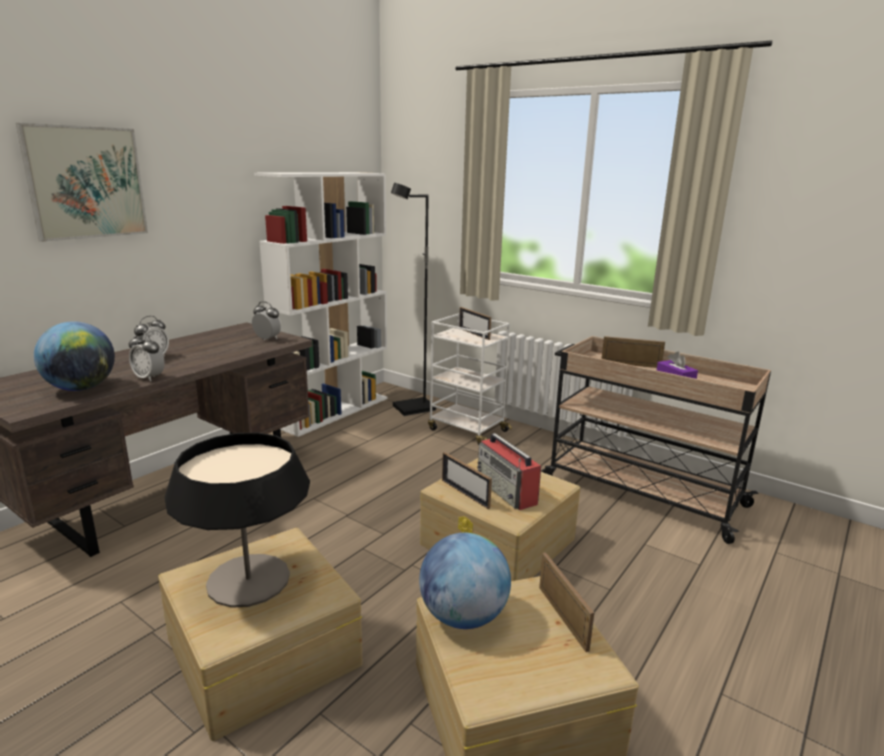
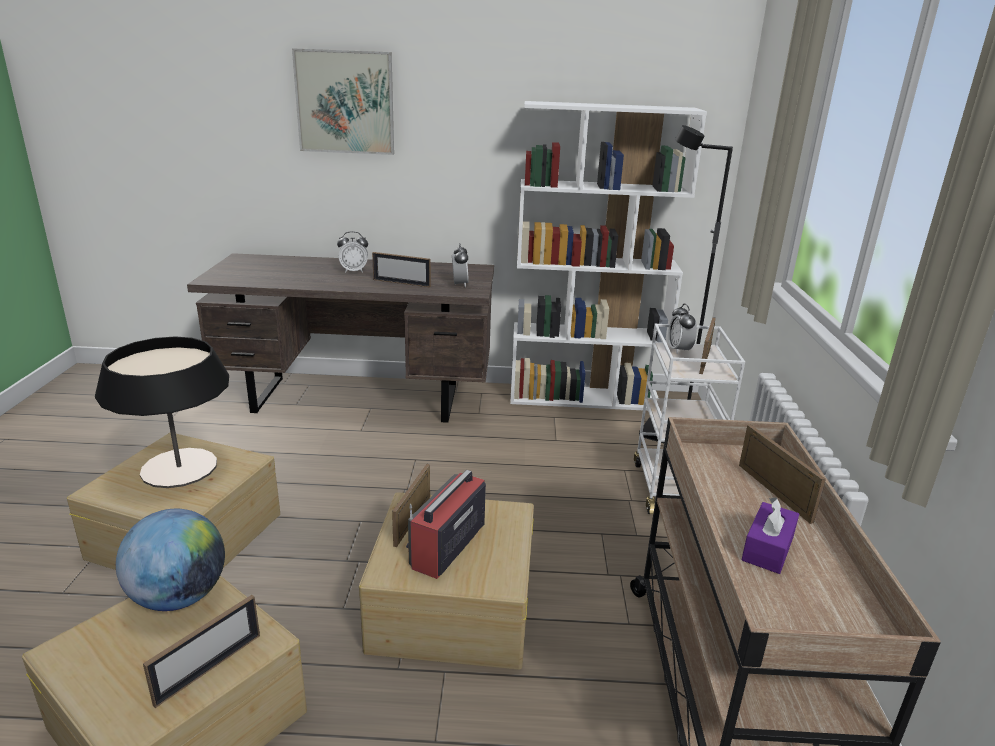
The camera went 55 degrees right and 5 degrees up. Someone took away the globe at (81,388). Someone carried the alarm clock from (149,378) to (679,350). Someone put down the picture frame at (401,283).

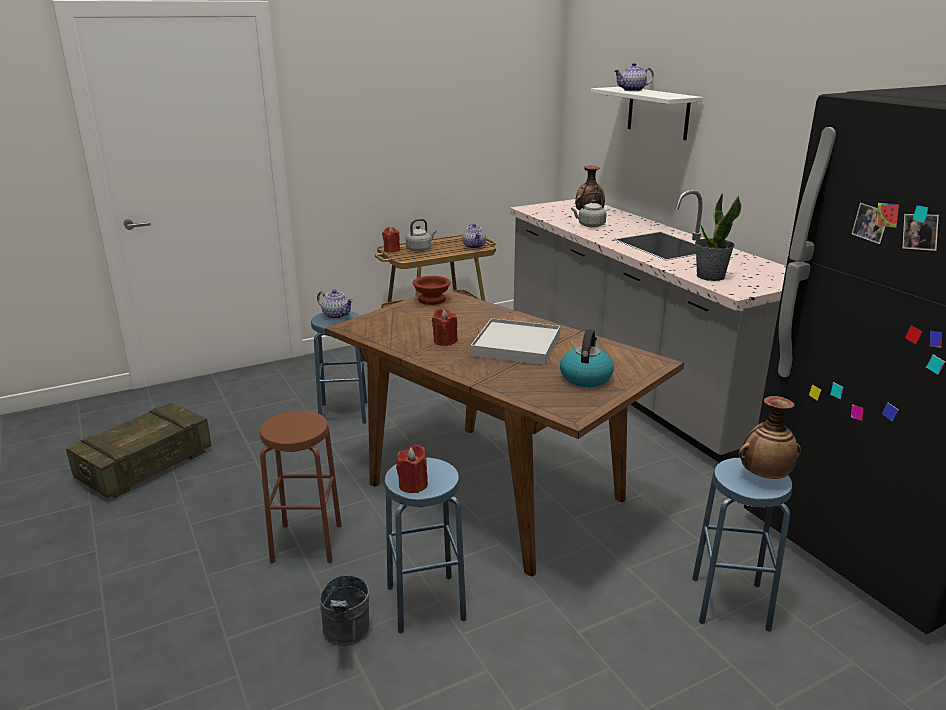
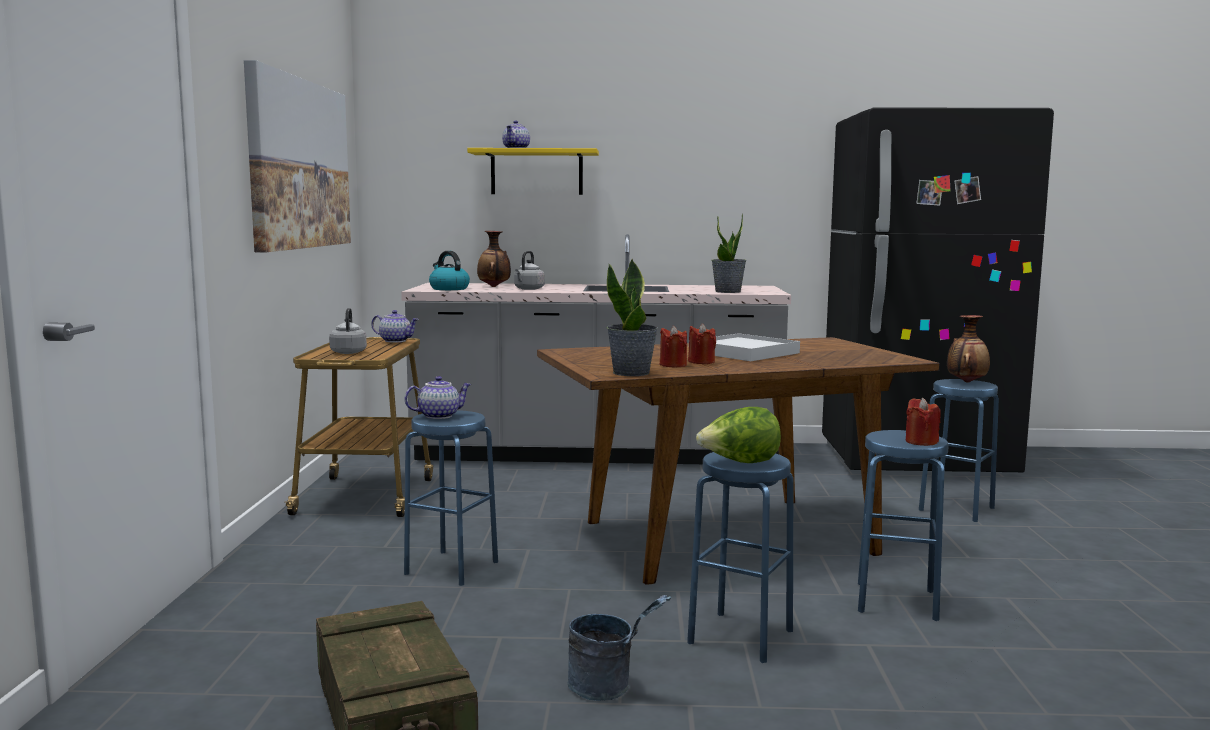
The camera went 60 degrees left and 15 degrees down. Someone repainted the brown stool at (306,543), which became the blue stool at (740,636). Someone carried the grey bucket from (346,635) to (610,688). Someone carried the red candle from (391,250) to (673,365). Someone took away the brown bowl at (432,299). Someone carried the kettle from (585,377) to (448,289). Someone repainted the white shelf at (658,113), which became the yellow shelf at (536,172). Someone put up the picture at (299,164). Someone put down the potted plant at (632,373). Someone put down the lettuce at (740,463).

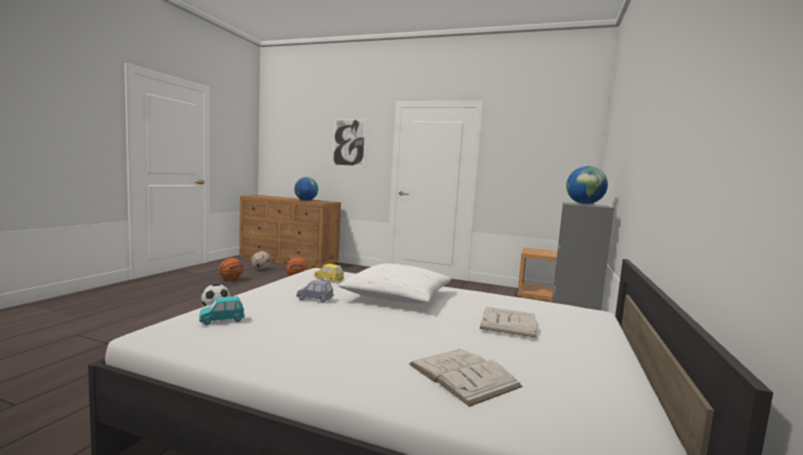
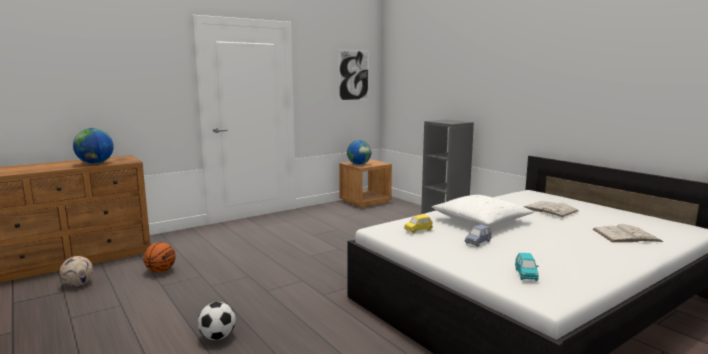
The camera went 55 degrees left and 5 degrees up. Someone took away the basketball at (231,279). Someone carried the picture from (348,142) to (353,75). Someone carried the globe from (584,204) to (359,164).

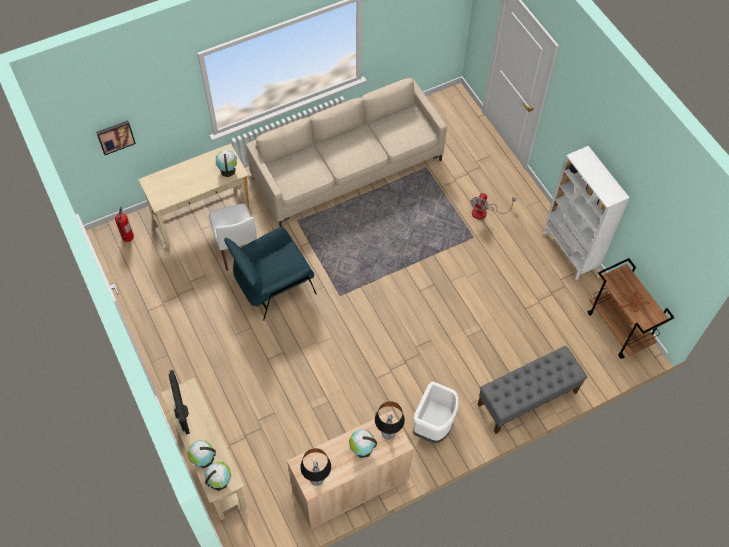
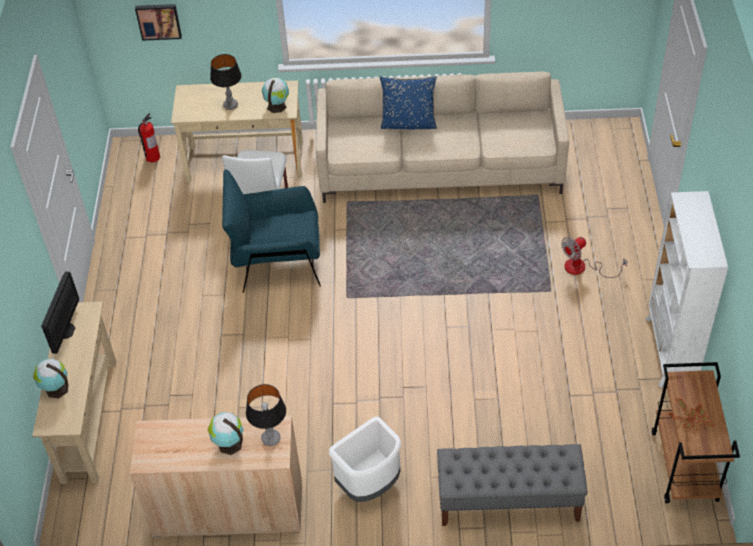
The camera went 30 degrees right and 10 degrees down. Someone took away the globe at (220,480). Someone carried the table lamp from (317,478) to (231,105). Someone put down the blue pillow at (408,123).

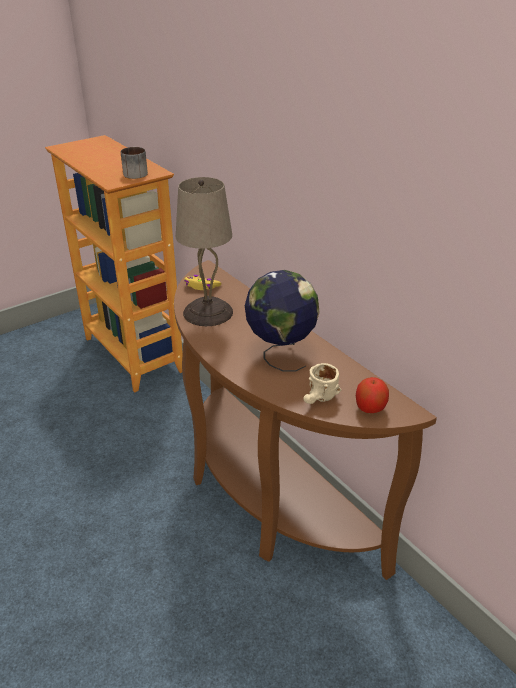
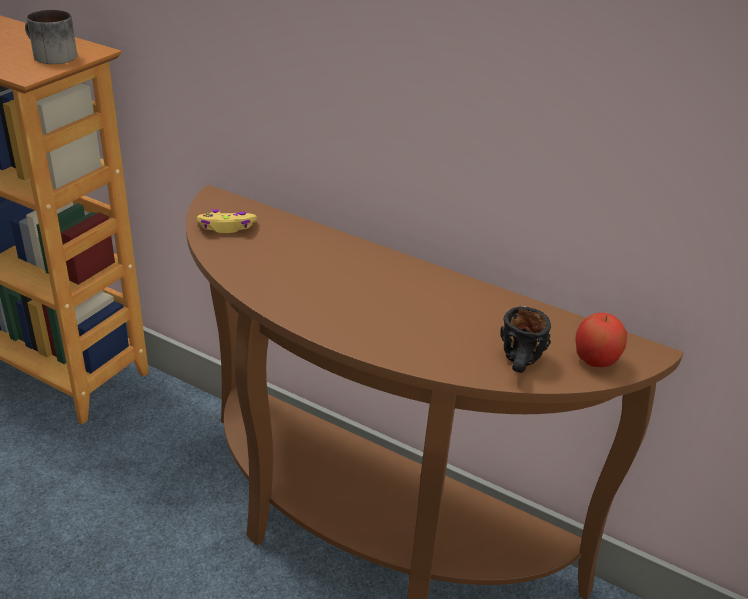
The camera went 25 degrees left and 0 degrees up. Someone took away the beige table lamp at (207,312). Someone took away the globe at (280,354). Someone repainted the beige mug at (319,400), which became the black mug at (522,364).

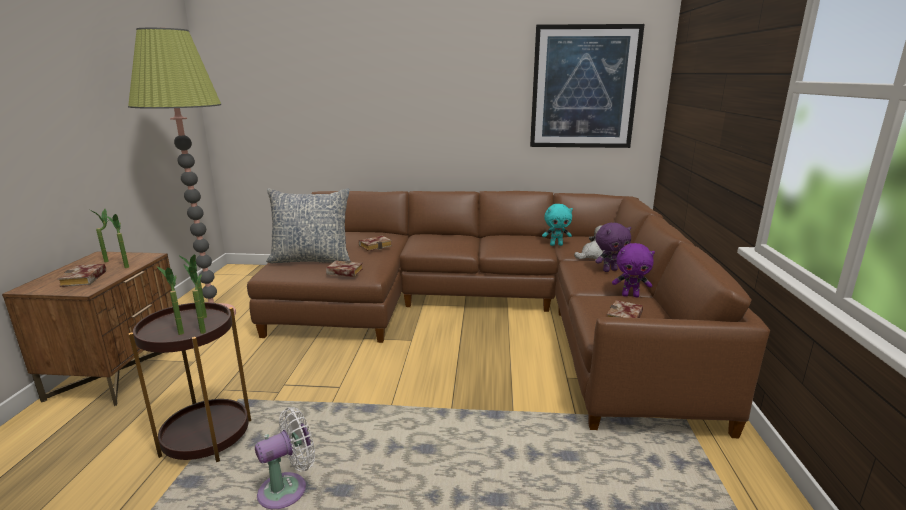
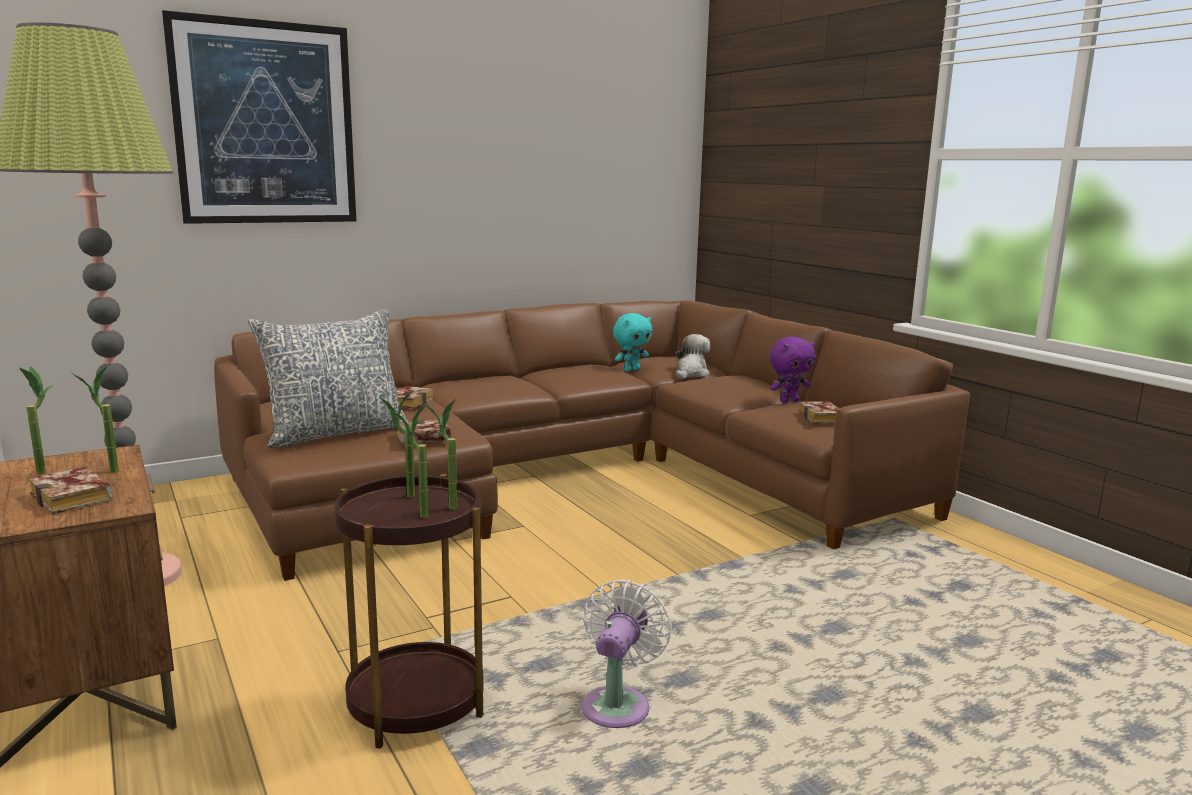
The camera went 35 degrees left and 5 degrees down. Someone carried the picture from (584,88) to (265,124). Someone took away the purple plush toy at (609,270).

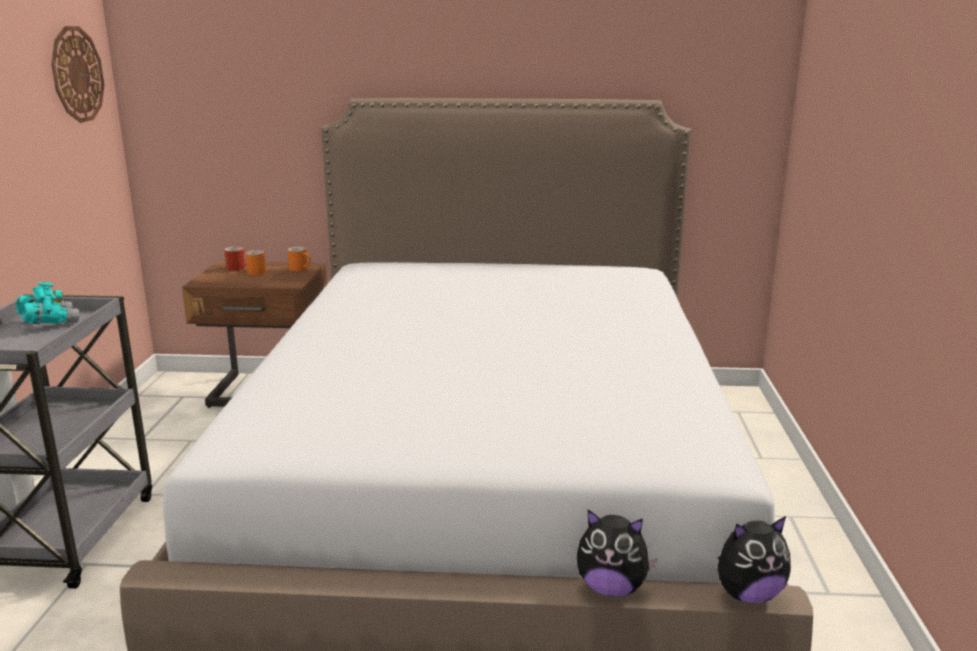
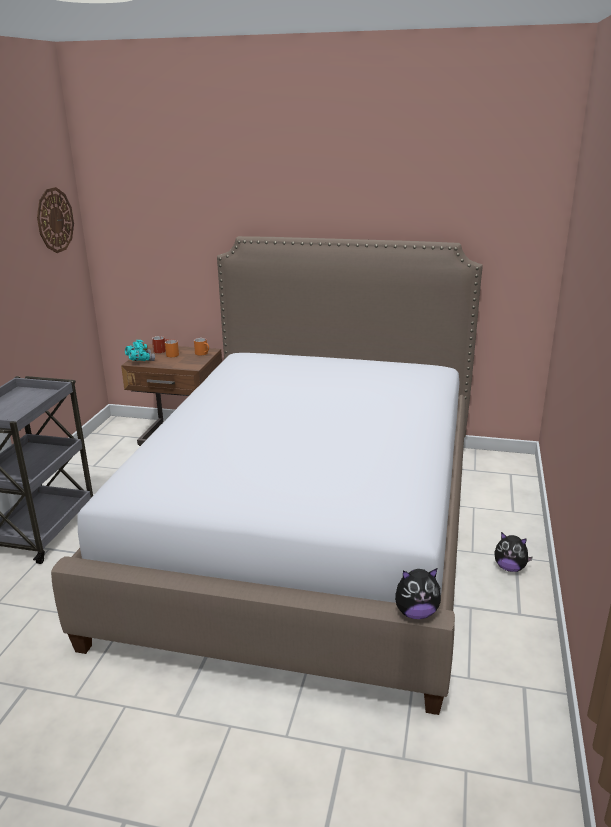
The camera went 10 degrees right and 5 degrees up. Someone carried the turquoise binoculars from (49,323) to (140,360). Someone carried the plush toy from (611,588) to (510,568).

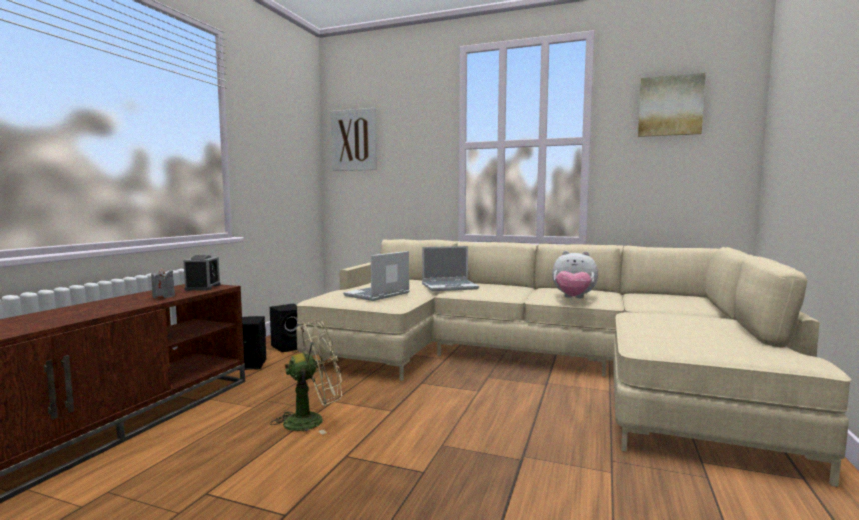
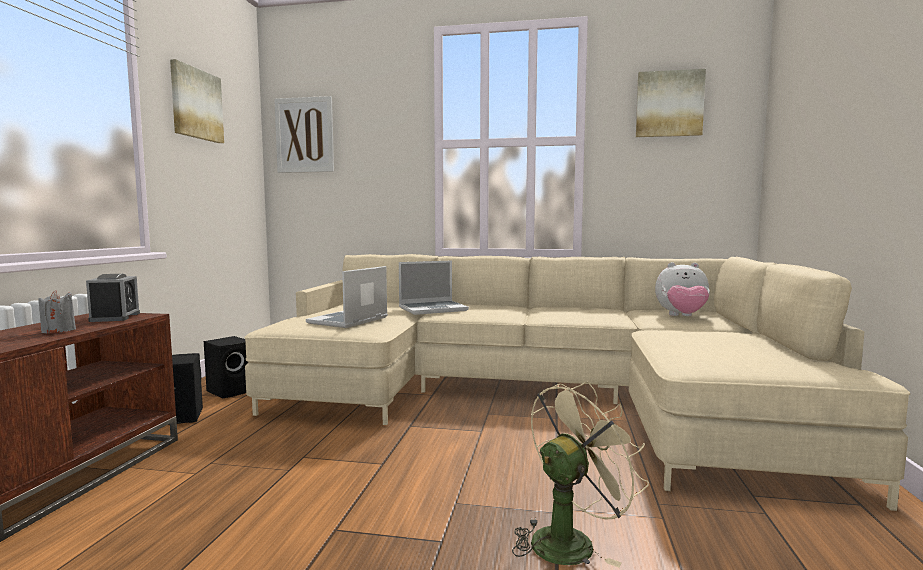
The camera went 10 degrees left and 0 degrees up. Someone carried the beige fan from (312,420) to (570,540). Someone carried the plush toy from (573,298) to (682,316). Someone put up the picture at (196,104).

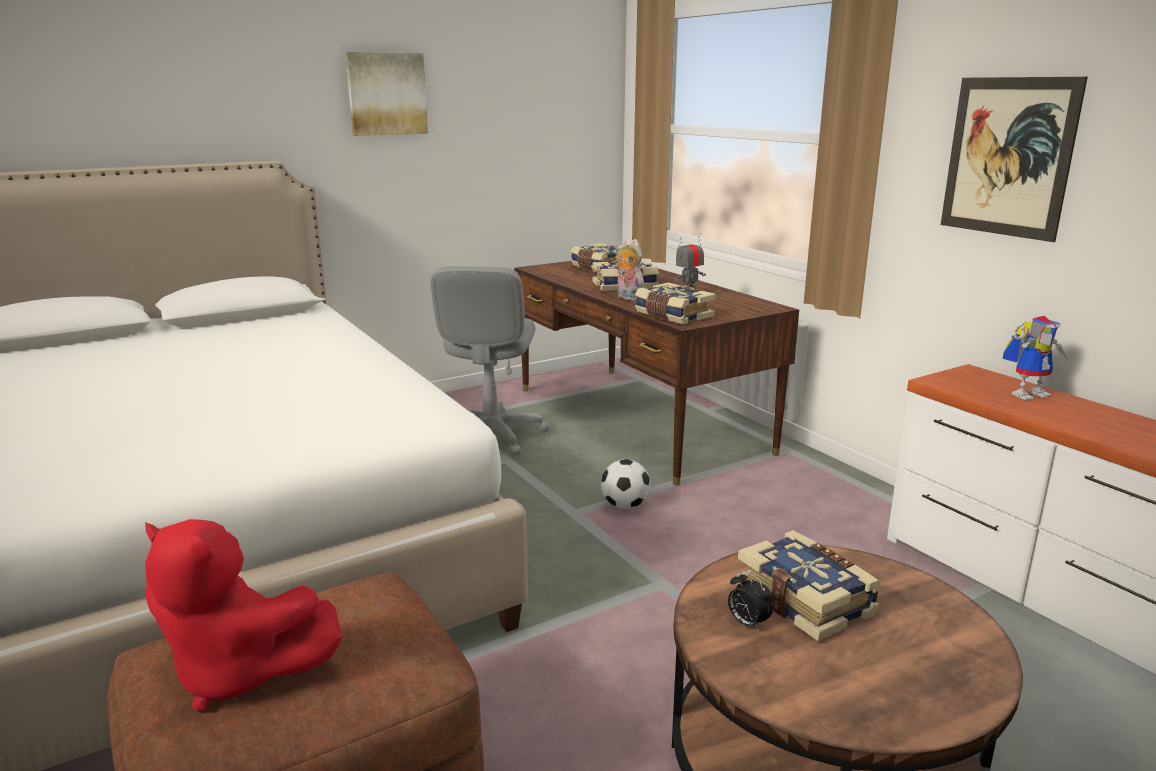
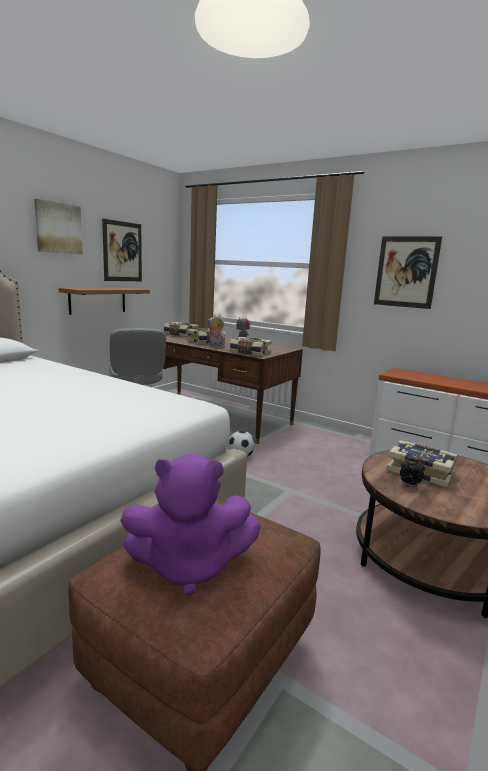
The camera went 25 degrees left and 5 degrees down. Someone repainted the red plush toy at (239,673), which became the purple plush toy at (189,566). Someone took away the toy robot at (1028,393). Someone put up the shelf at (98,300). Someone put up the picture at (122,251).

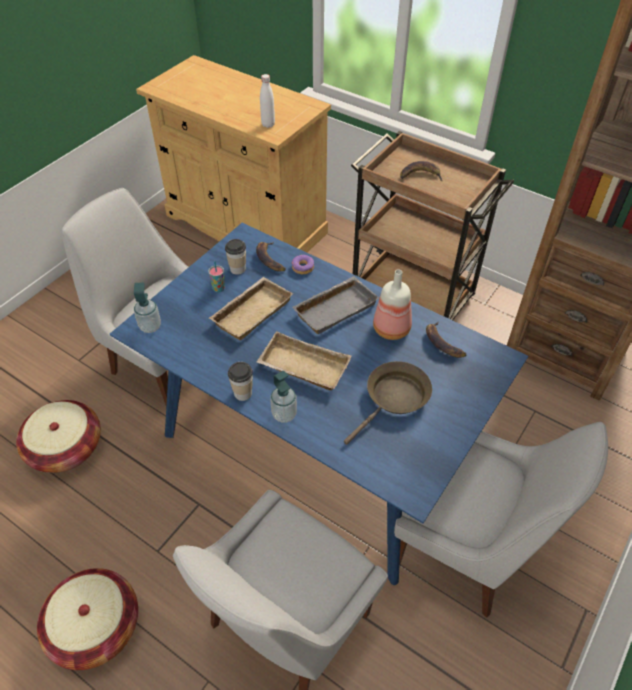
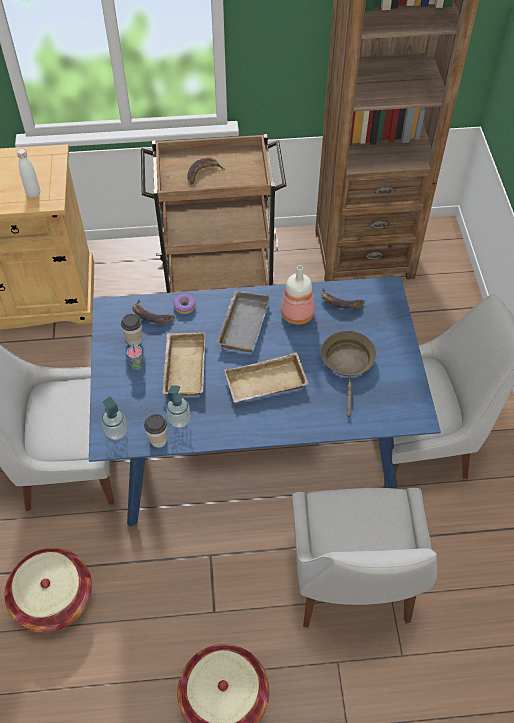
The camera went 40 degrees left and 5 degrees up. Someone carried the cup from (243,393) to (158,440). Someone carried the soap dispenser from (284,414) to (179,420).

